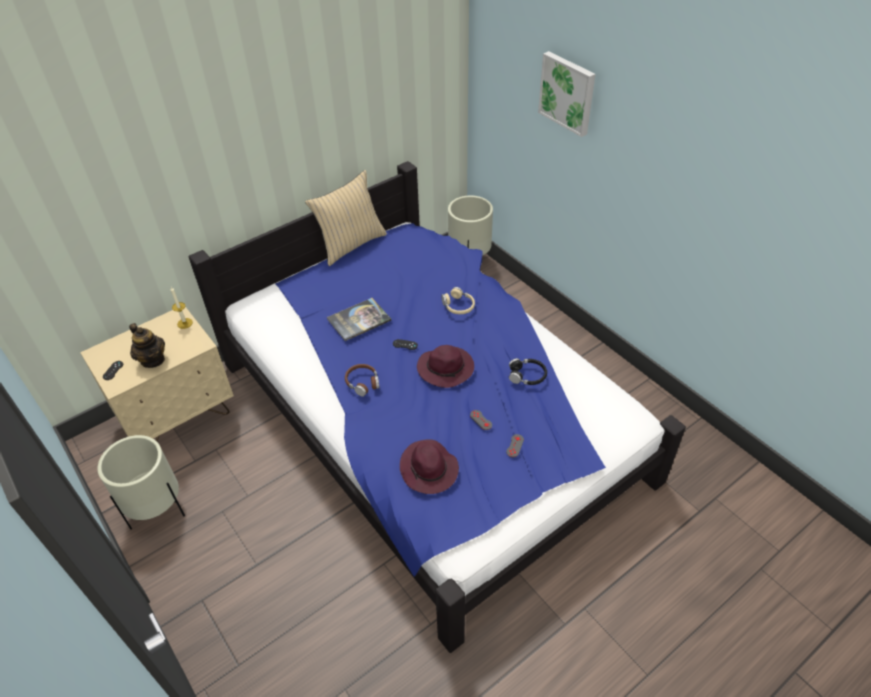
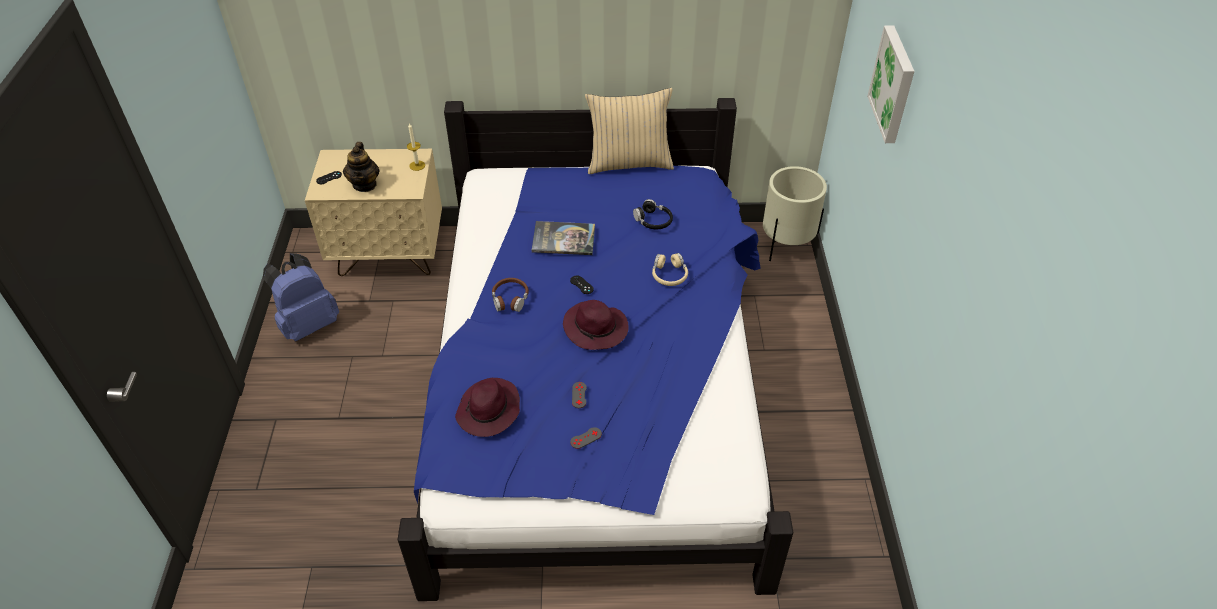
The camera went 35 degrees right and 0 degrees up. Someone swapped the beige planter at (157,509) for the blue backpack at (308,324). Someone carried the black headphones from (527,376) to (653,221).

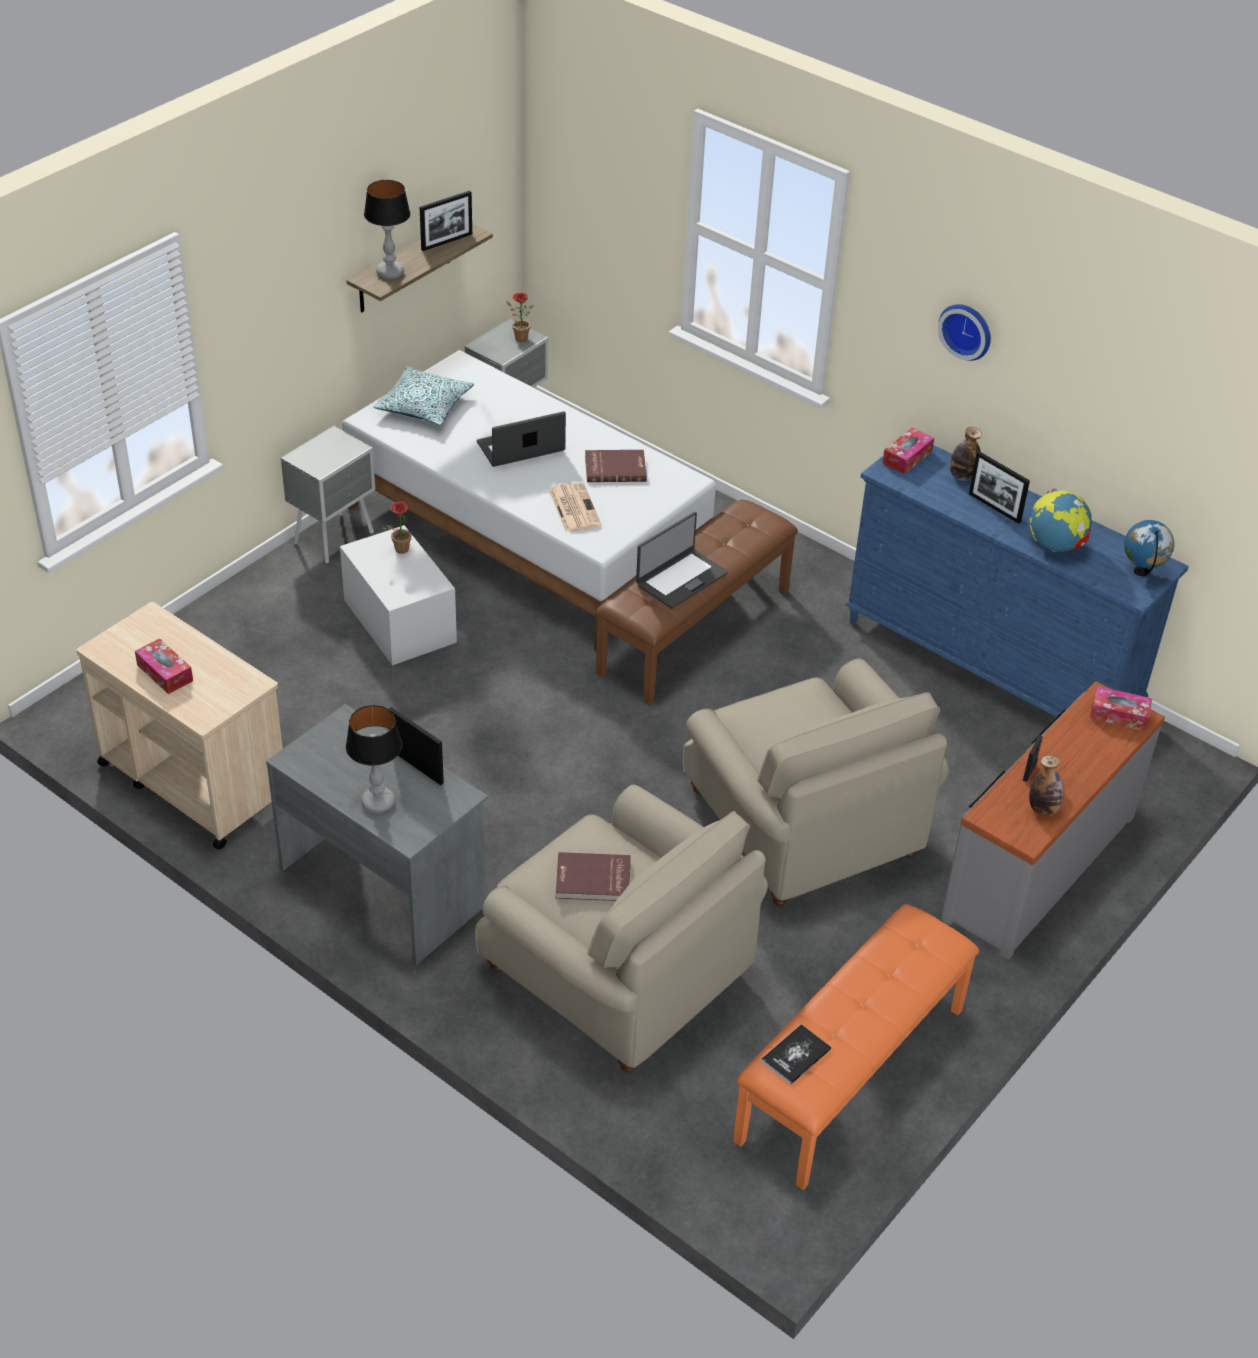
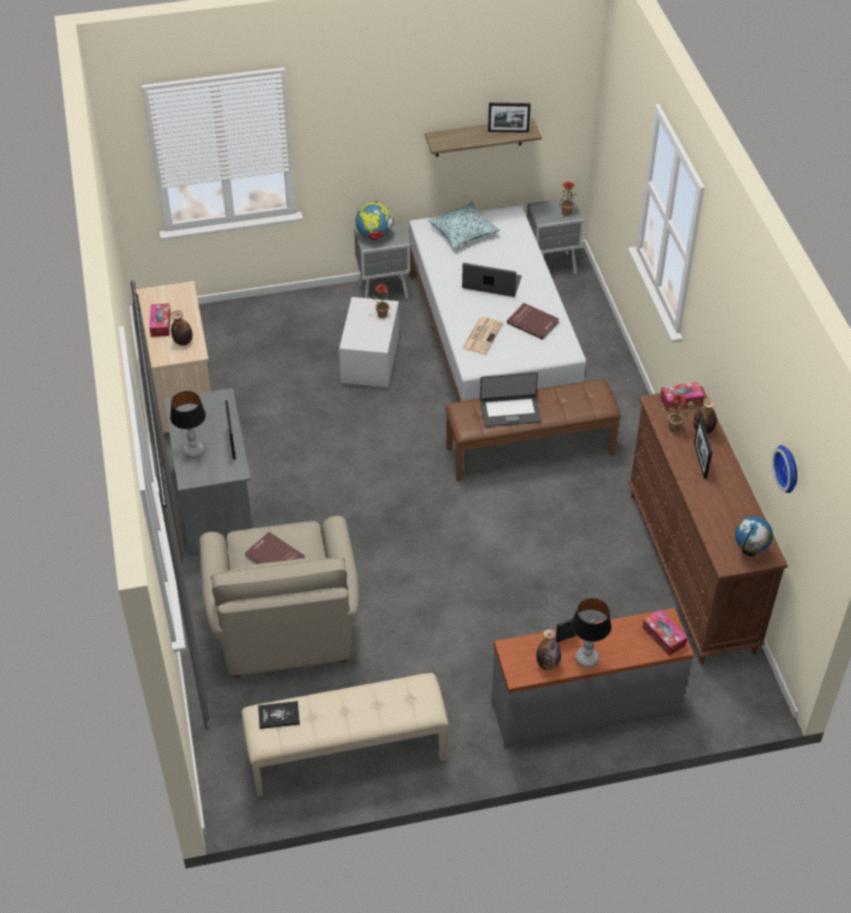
The camera went 40 degrees right and 5 degrees up. Someone carried the table lamp from (389,273) to (586,658). Someone took away the beige armchair at (803,824). Someone repainted the orange bench at (852,1075), which became the beige bench at (347,754). Someone repainted the blue dresser at (990,668), which became the brown dresser at (691,571). Someone carried the wall clock from (967,330) to (789,468). Someone carried the globe from (1055,546) to (374,235). Someone put down the bottle at (183,342). Someone put down the potted plant at (675,426).

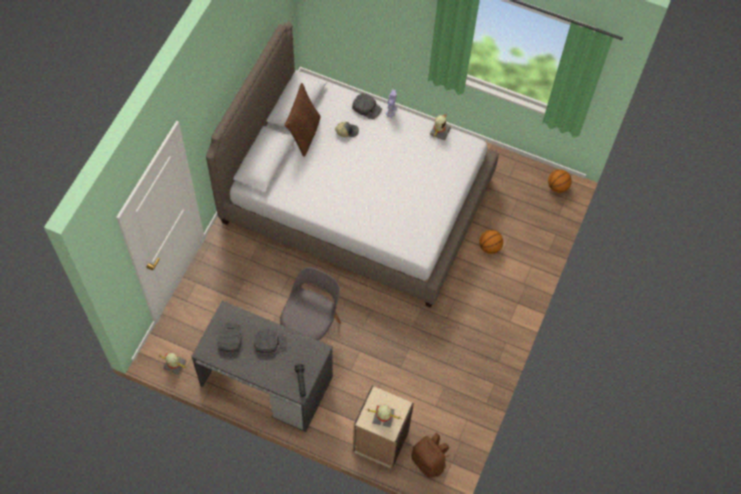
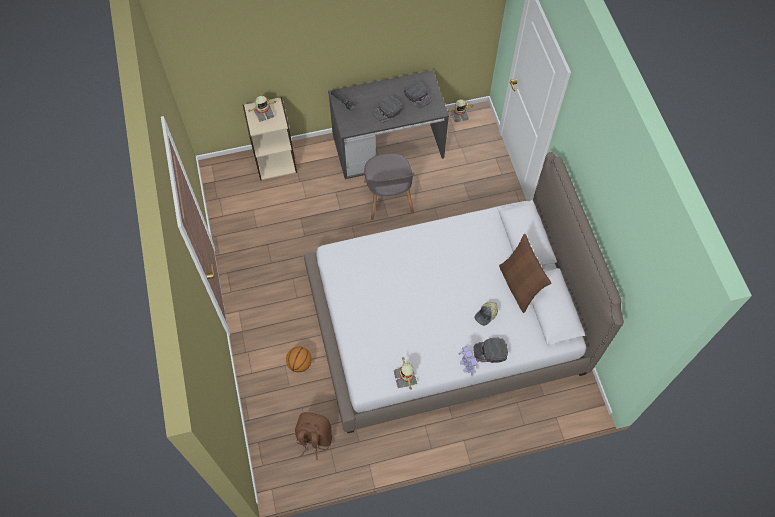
The camera went 145 degrees right and 0 degrees up. Someone carried the brown backpack from (429,461) to (314,439). Someone took away the basketball at (557,187).

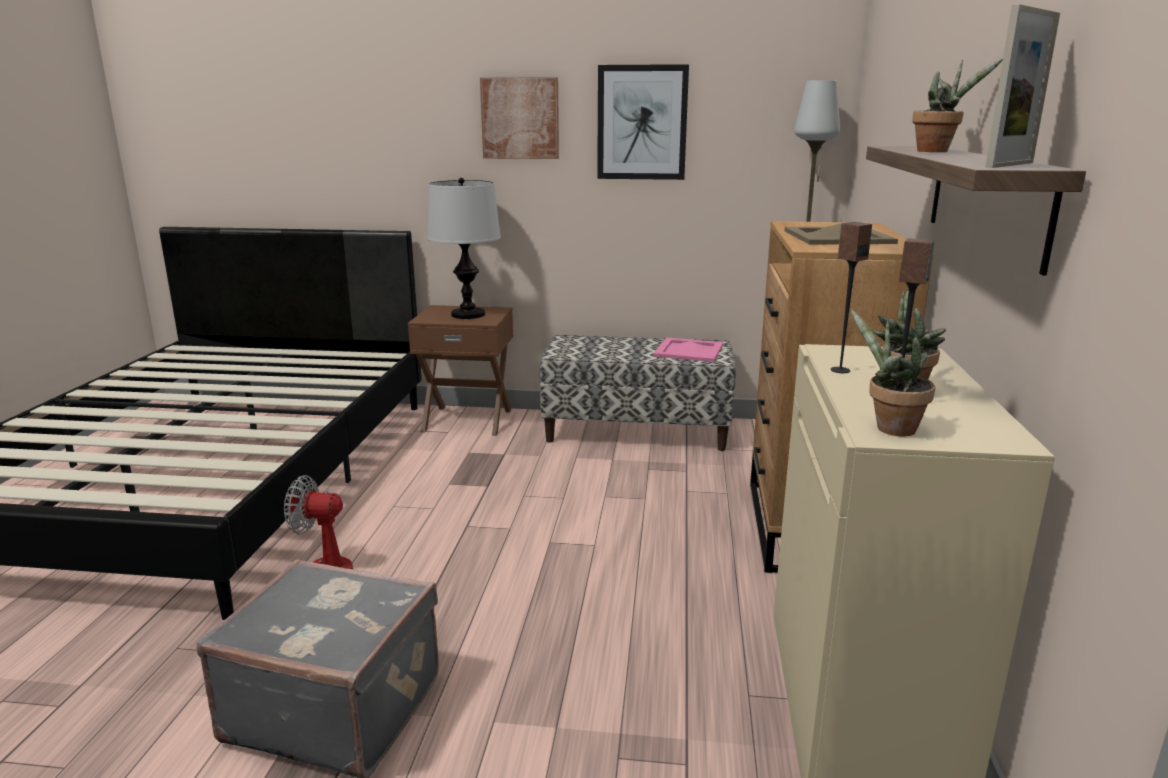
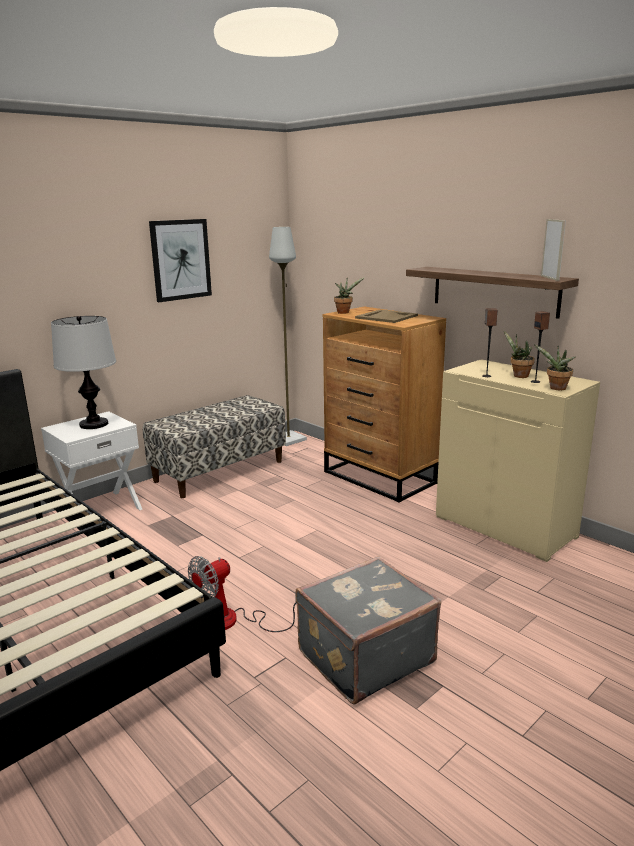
The camera went 50 degrees left and 0 degrees up. Someone repainted the brown nightstand at (467,420), which became the white nightstand at (100,509). Someone took away the picture at (520,118). Someone took away the pink tray at (689,350). Someone carried the potted plant from (937,151) to (344,312).

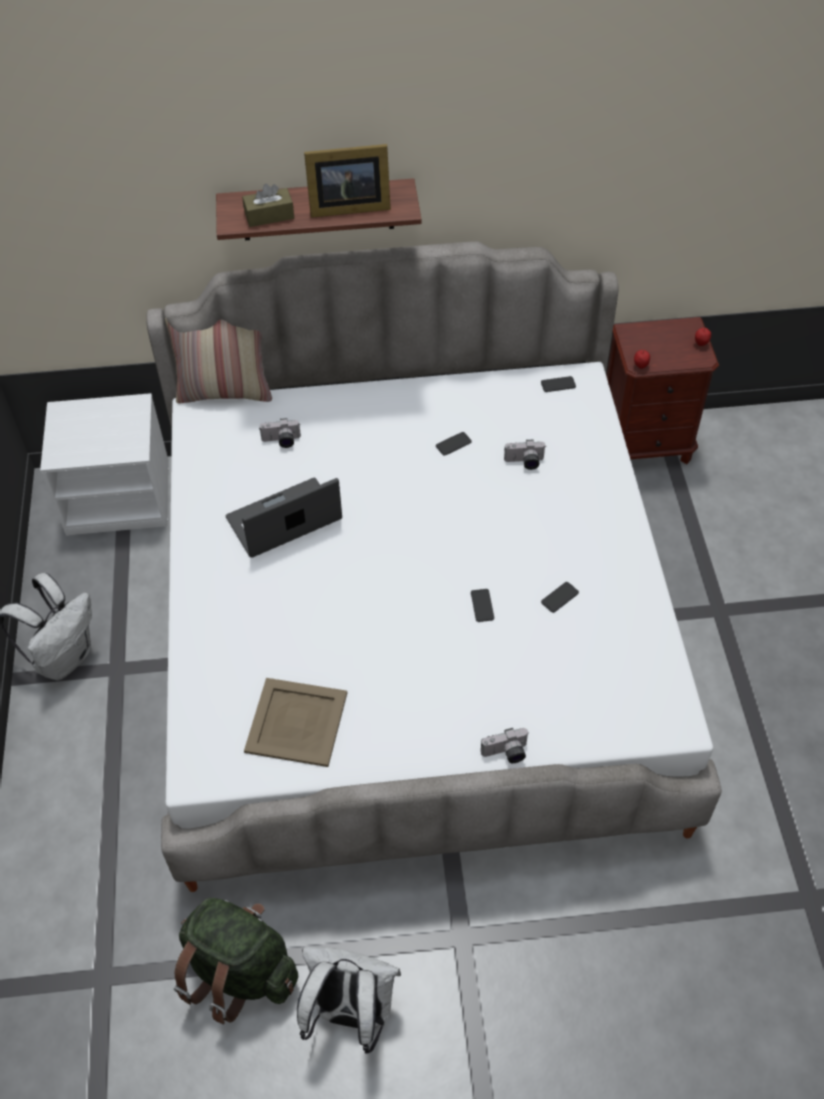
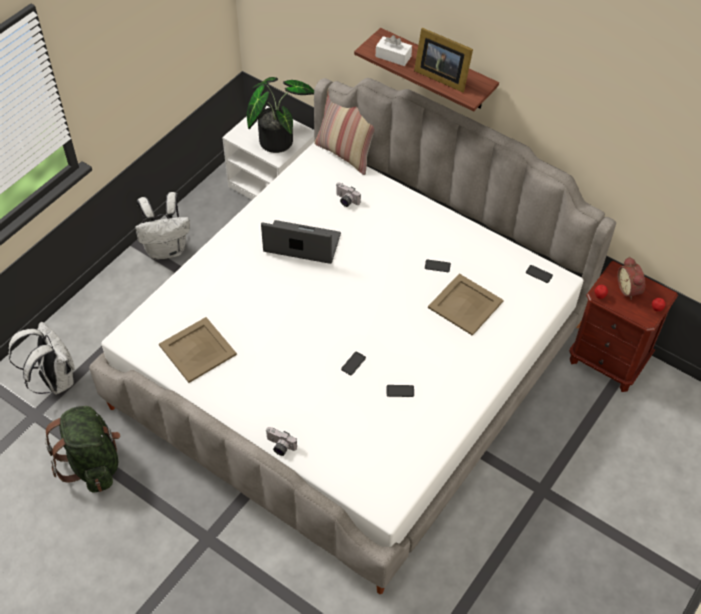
The camera went 40 degrees right and 0 degrees up. Someone repainted the brown tissue box at (269,215), which became the white tissue box at (393,56). Someone carried the white backpack from (350,1012) to (54,380). Someone swapped the photo camera at (524,462) for the beige tray at (466,304). Someone put down the potted plant at (277,138). Someone put down the alarm clock at (629,289).

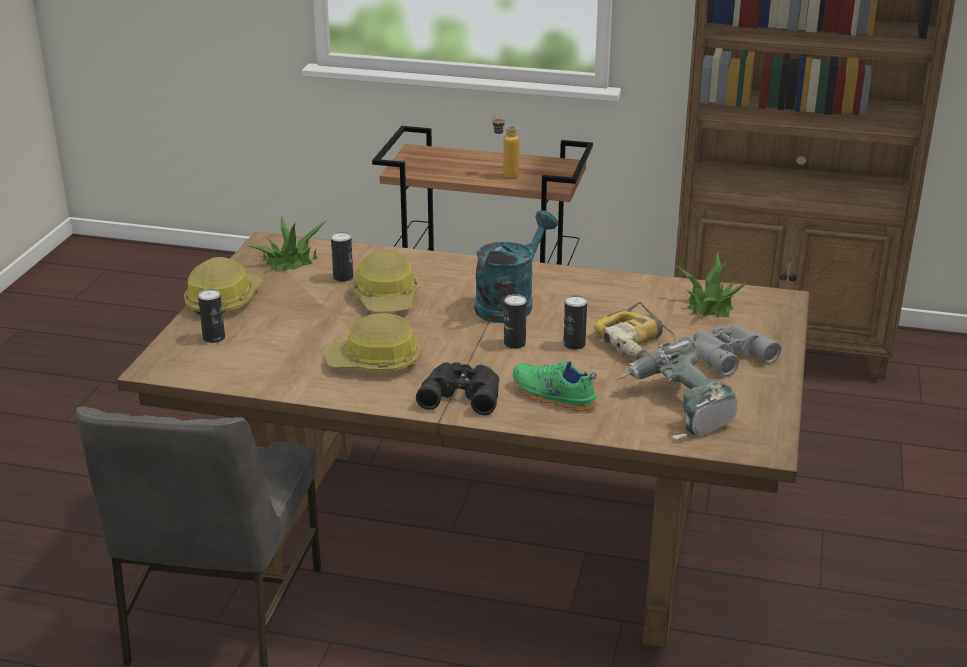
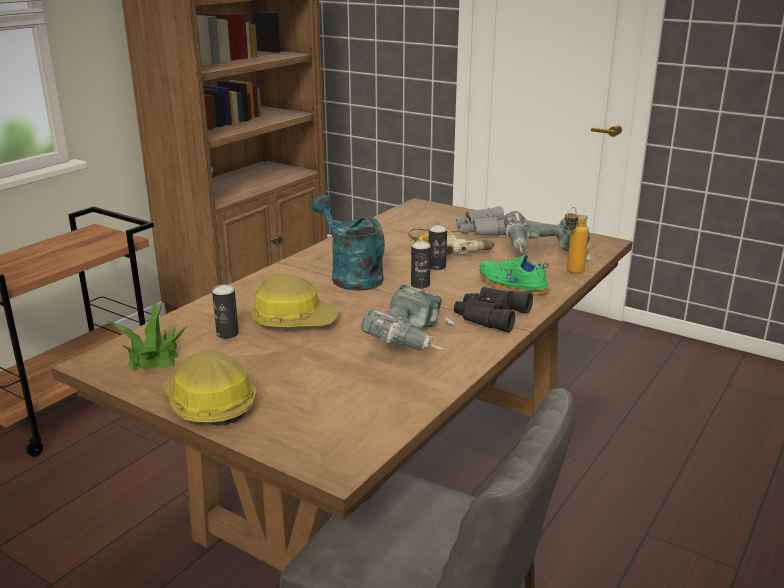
The camera went 70 degrees left and 5 degrees down. Someone took away the can at (214,338). Someone swapped the hard hat at (375,363) for the power drill at (413,342). Someone carried the bottle from (505,175) to (571,273). Someone rotated the green shoe at (553,397) by 75 degrees clockwise. Someone took away the potted plant at (711,304).

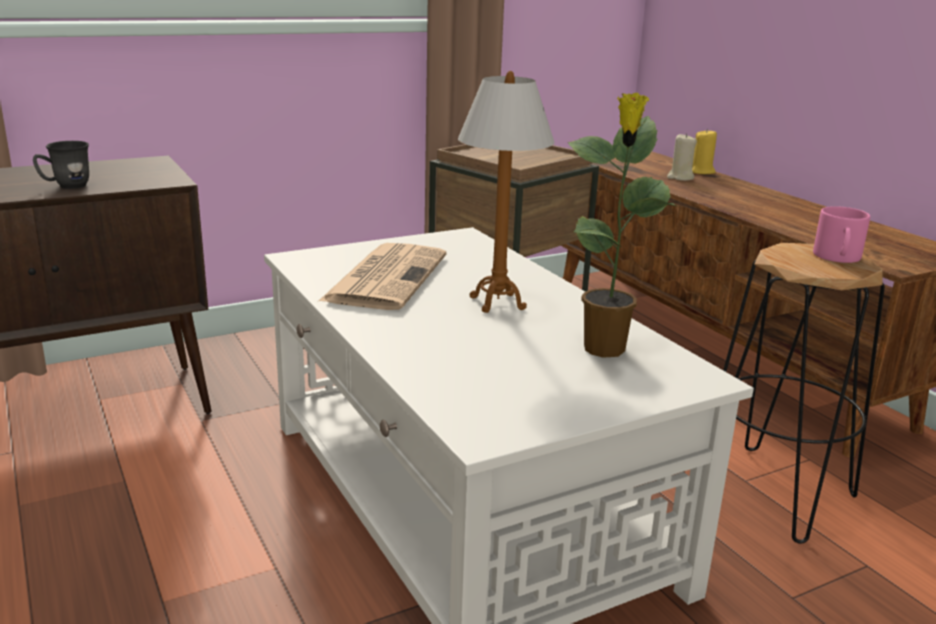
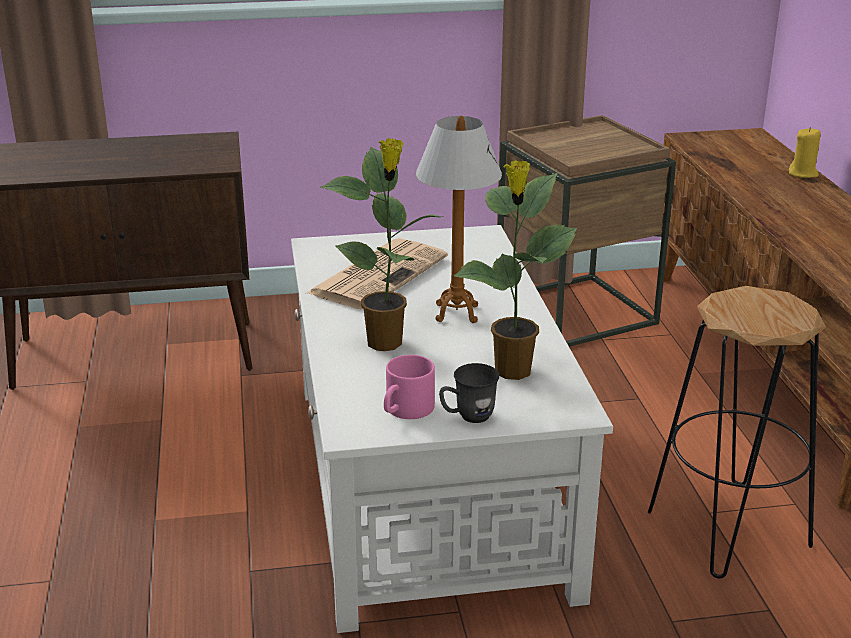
The camera went 20 degrees right and 5 degrees up. Someone carried the grey mug from (65,186) to (467,417). Someone took away the beige candle at (680,178). Someone carried the pink mug from (838,258) to (406,411). Someone put down the potted plant at (386,343).

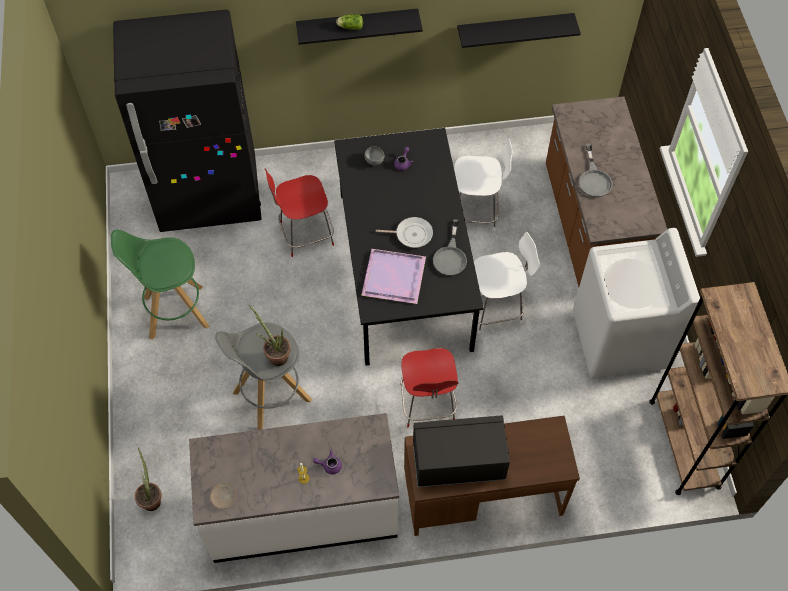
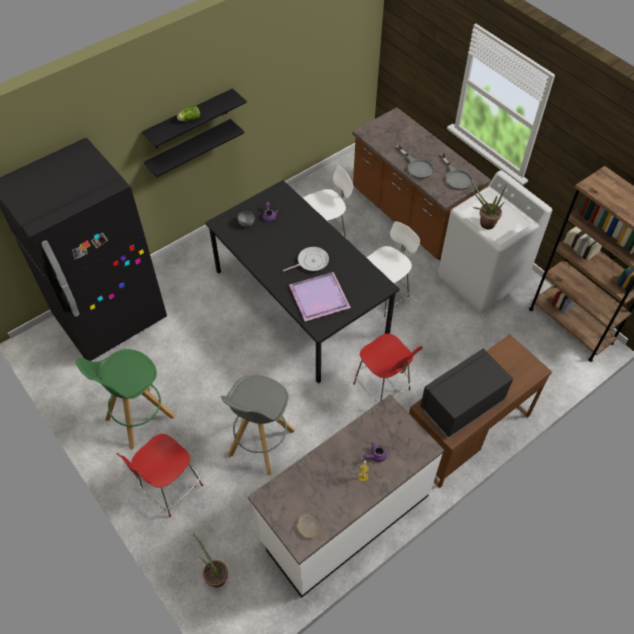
The camera went 30 degrees left and 5 degrees down. Someone carried the potted plant from (275,355) to (484,223). Someone carried the red chair from (304,234) to (170,488). Someone carried the grey frying pan from (450,256) to (456,177). Someone carried the black shelf from (514,29) to (189,149).

